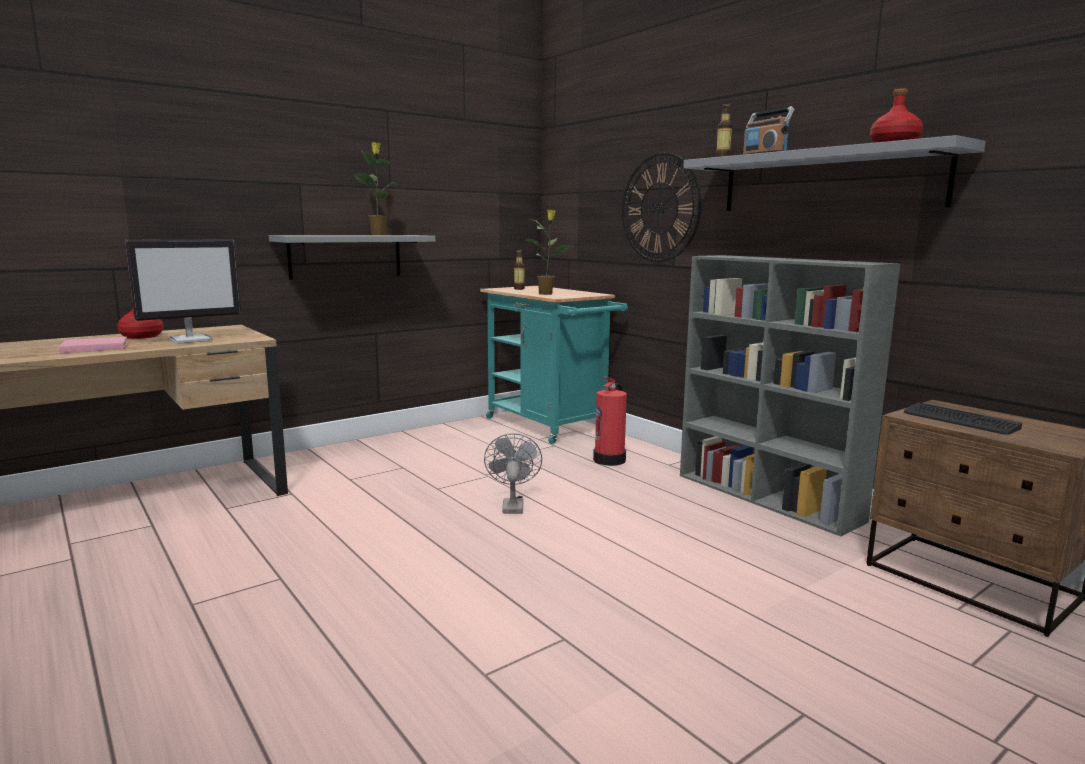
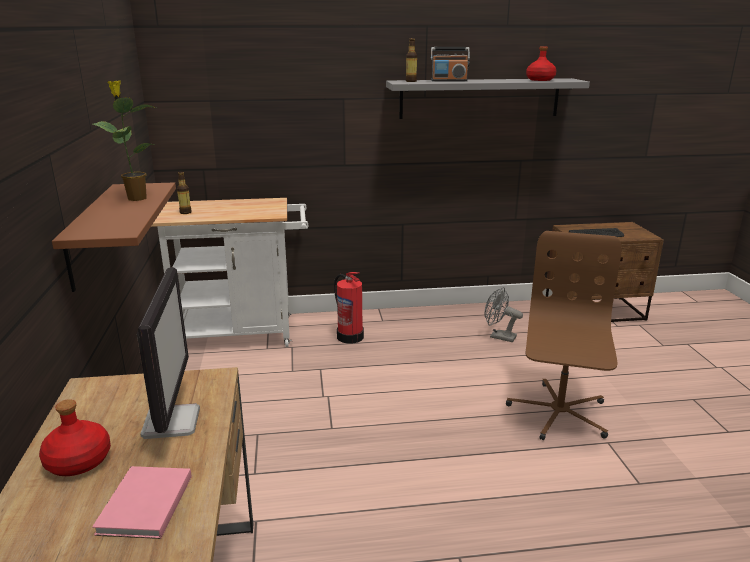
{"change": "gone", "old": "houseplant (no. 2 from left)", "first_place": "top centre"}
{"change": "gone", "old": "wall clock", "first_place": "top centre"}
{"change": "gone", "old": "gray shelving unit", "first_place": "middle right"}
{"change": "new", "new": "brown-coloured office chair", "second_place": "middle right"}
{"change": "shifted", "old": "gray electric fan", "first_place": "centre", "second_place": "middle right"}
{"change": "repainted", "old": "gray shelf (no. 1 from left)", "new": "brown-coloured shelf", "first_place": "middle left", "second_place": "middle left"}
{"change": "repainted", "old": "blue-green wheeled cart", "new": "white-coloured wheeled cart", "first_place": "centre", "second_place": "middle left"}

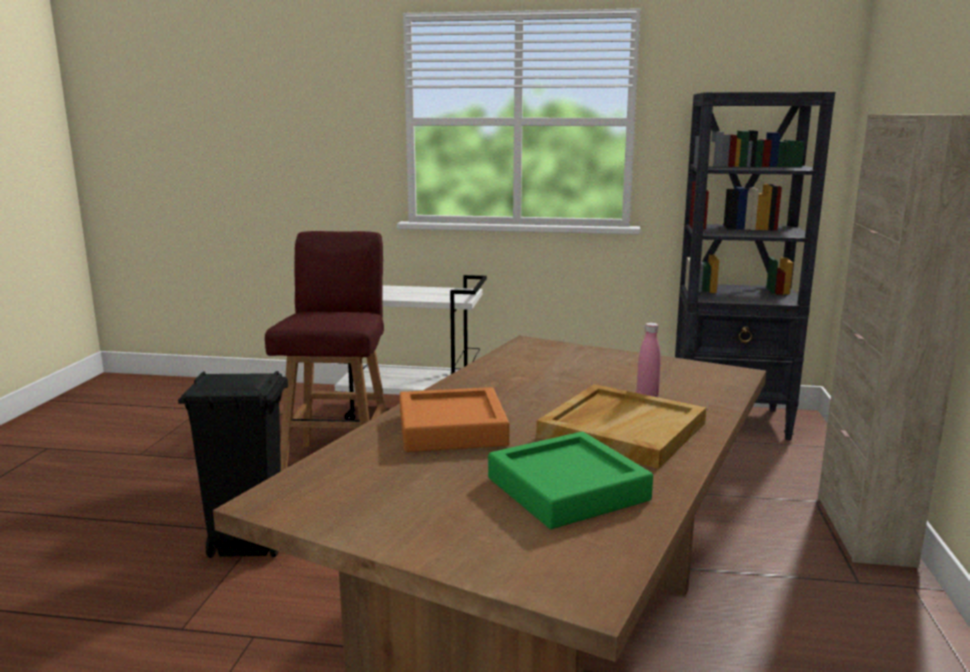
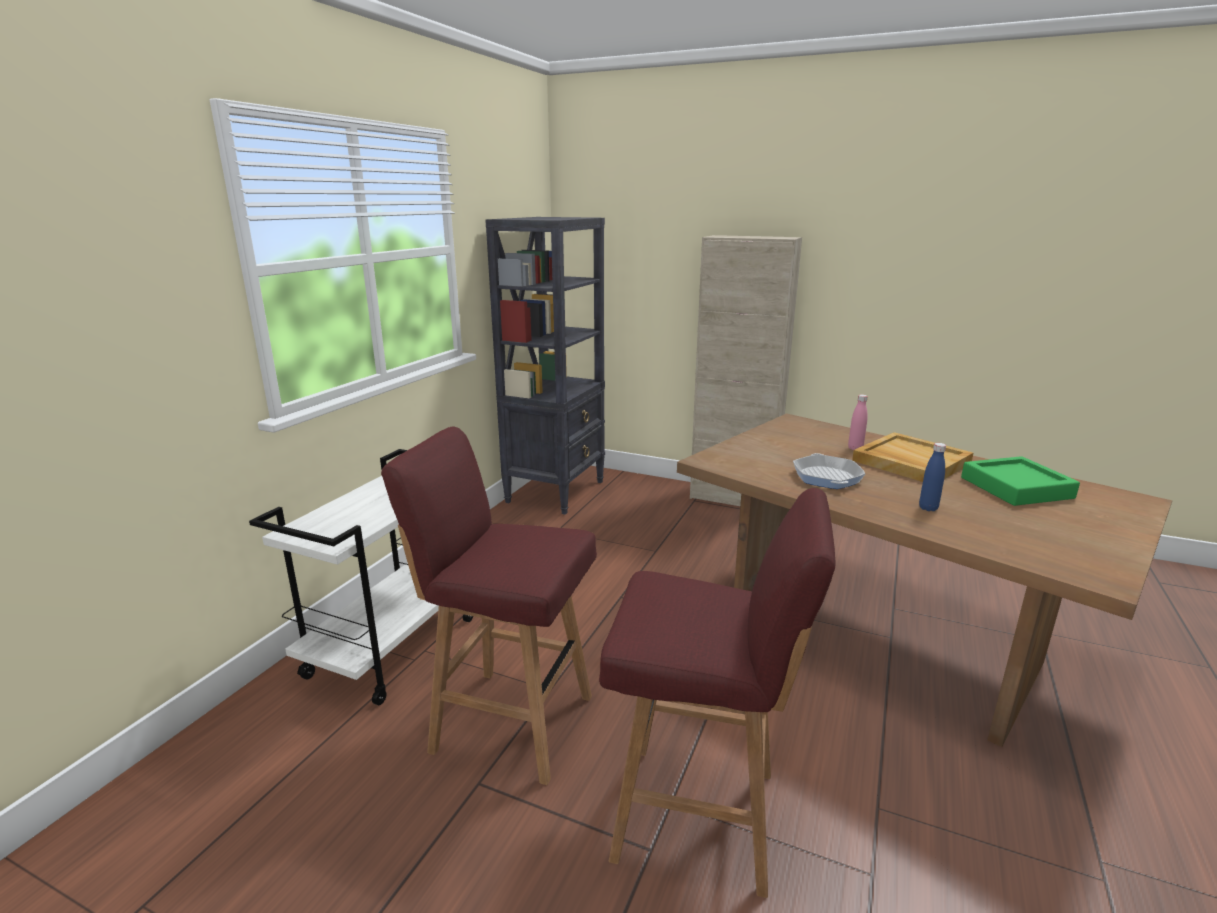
{"change": "new", "new": "pan", "second_place": "middle right"}
{"change": "swapped", "old": "blackish trash can", "new": "reddish stool seat (no. 2 from left)", "first_place": "bottom left", "second_place": "bottom centre"}
{"change": "swapped", "old": "orangey serving tray", "new": "blue bottle", "first_place": "centre", "second_place": "middle right"}

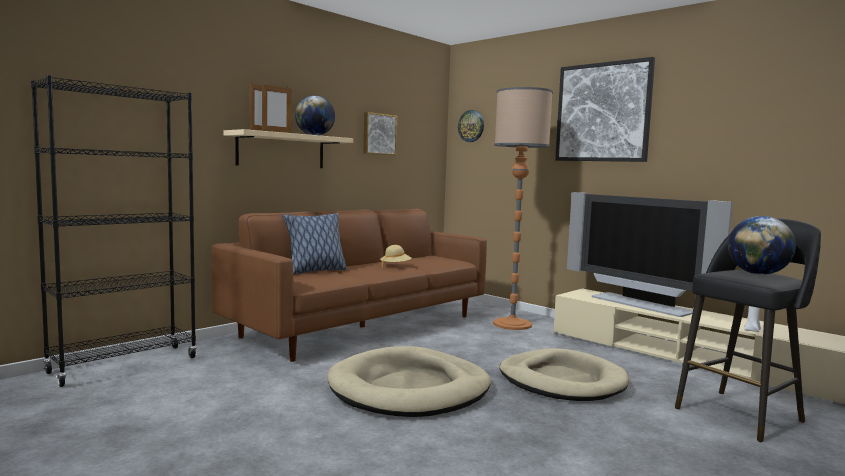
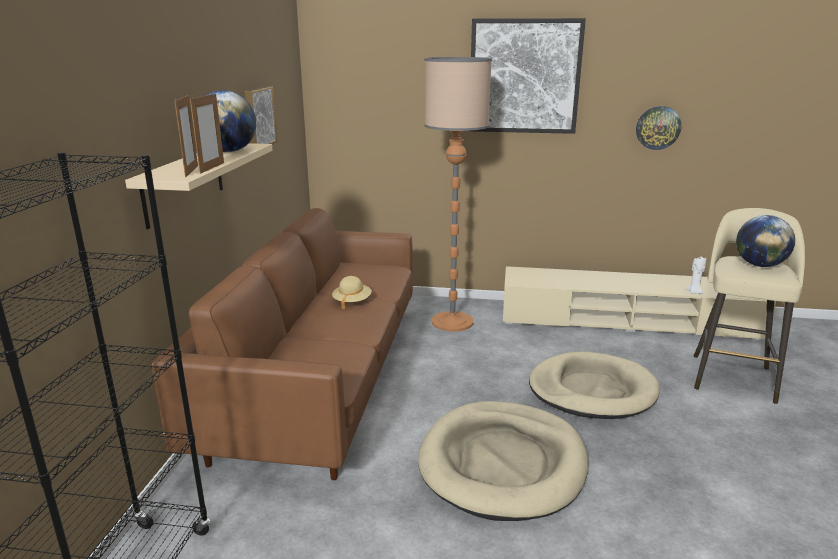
{"change": "gone", "old": "throw pillow", "first_place": "centre"}
{"change": "gone", "old": "television", "first_place": "middle right"}
{"change": "shifted", "old": "wall clock", "first_place": "top centre", "second_place": "top right"}
{"change": "repainted", "old": "blackish stool seat", "new": "sand-coloured stool seat", "first_place": "bottom right", "second_place": "middle right"}

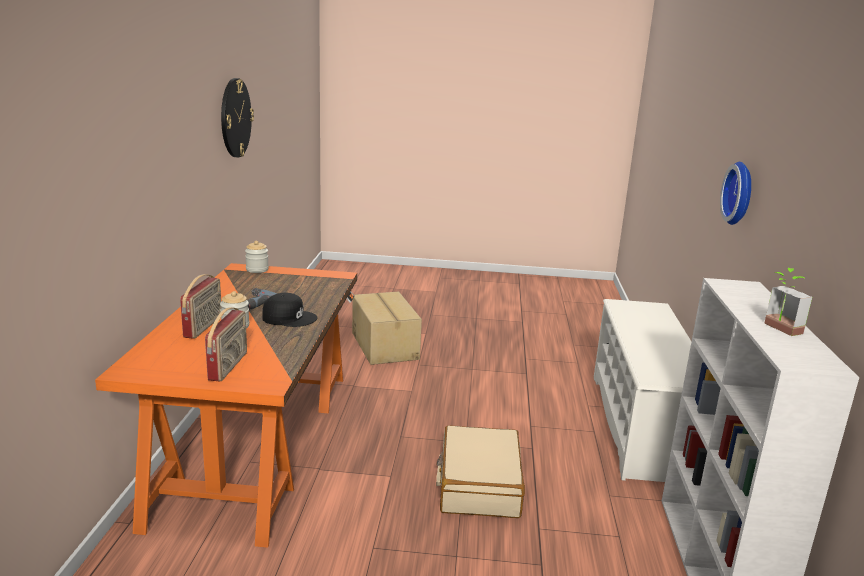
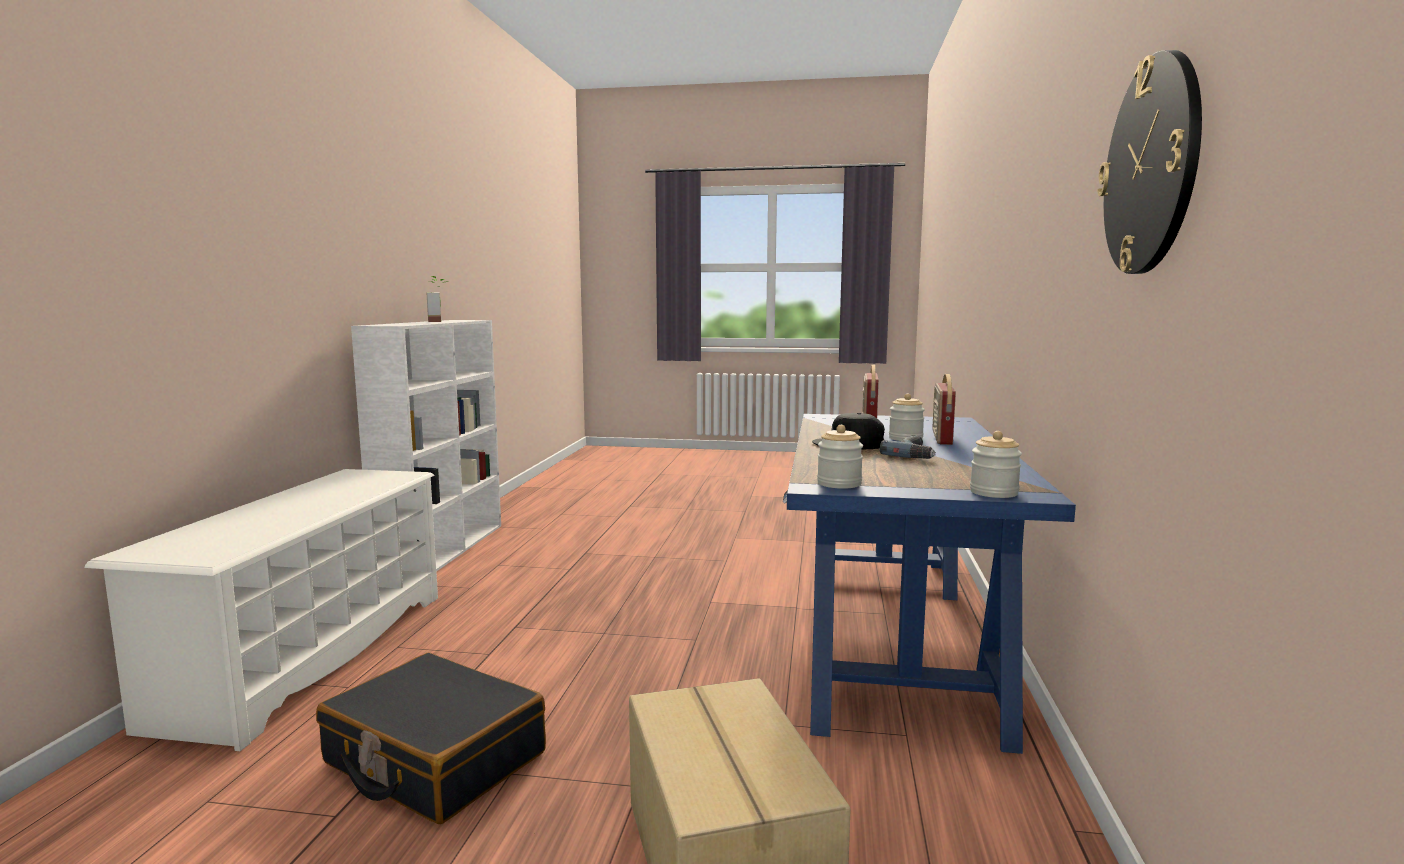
{"change": "gone", "old": "sand-coloured suitcase", "first_place": "bottom centre"}
{"change": "gone", "old": "wall clock (no. 2 from left)", "first_place": "middle right"}
{"change": "new", "new": "blackish suitcase", "second_place": "bottom left"}
{"change": "new", "new": "storage jar (no. 1 from left)", "second_place": "centre"}
{"change": "repainted", "old": "orangey desk unit", "new": "blue desk unit", "first_place": "bottom left", "second_place": "bottom centre"}

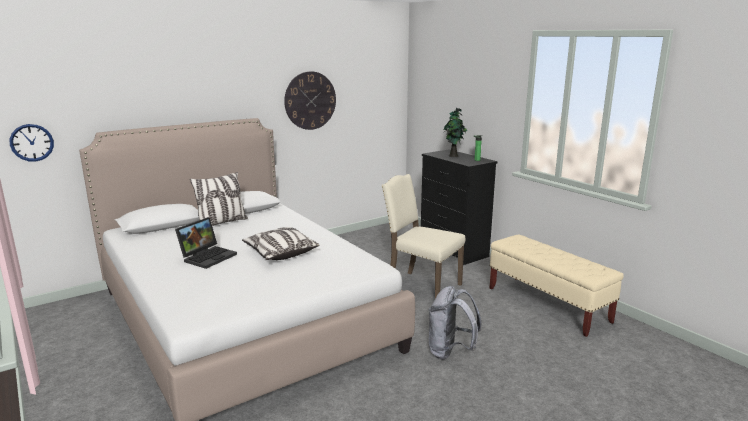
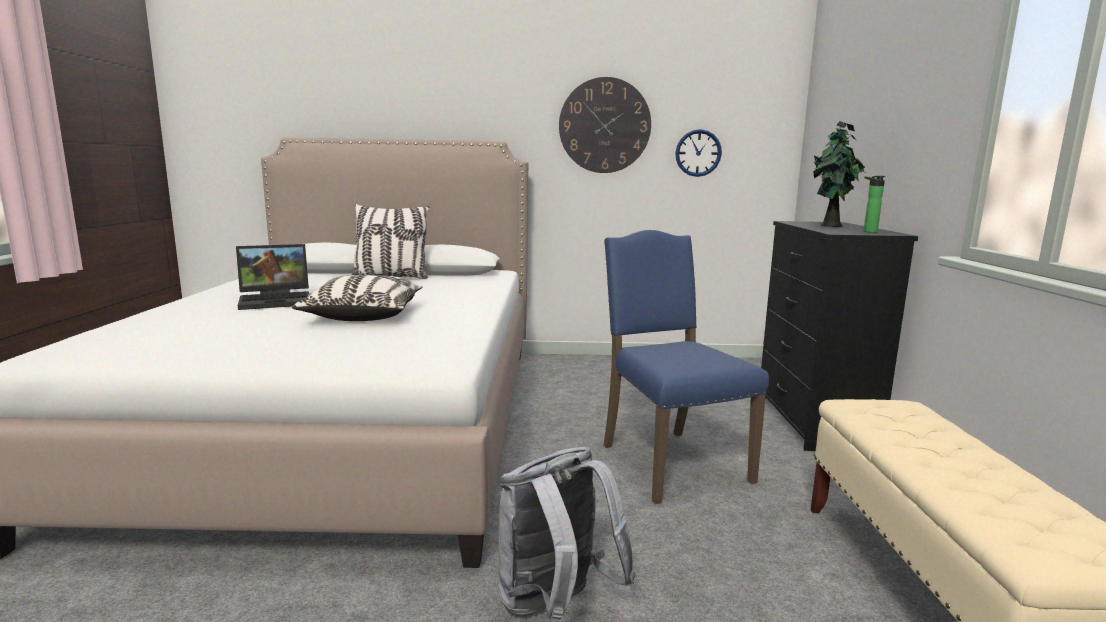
{"change": "shifted", "old": "wall clock (no. 1 from left in the first image)", "new": "wall clock (no. 2 from left)", "first_place": "middle left", "second_place": "top centre"}
{"change": "repainted", "old": "sand-coloured plain chair", "new": "blue plain chair", "first_place": "centre", "second_place": "centre"}

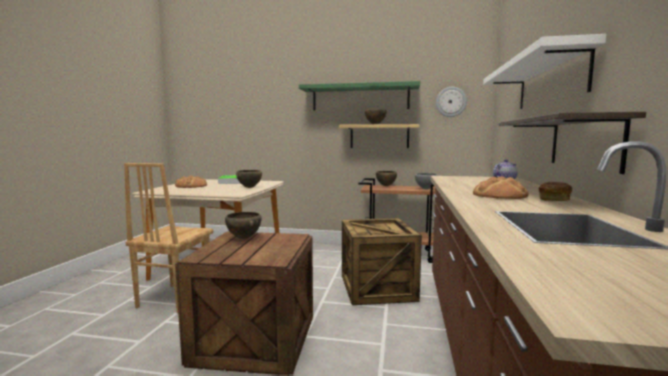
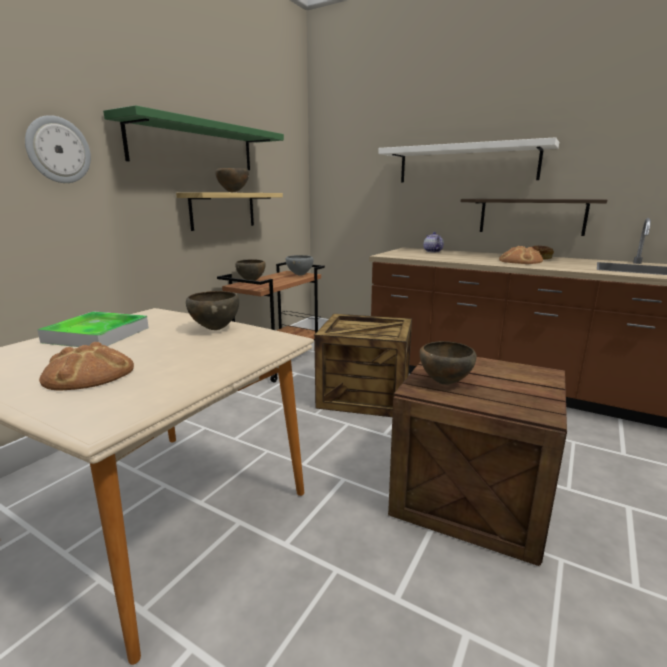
{"change": "gone", "old": "brown-coloured plain chair", "first_place": "middle left"}
{"change": "shifted", "old": "wall clock", "first_place": "top right", "second_place": "top left"}

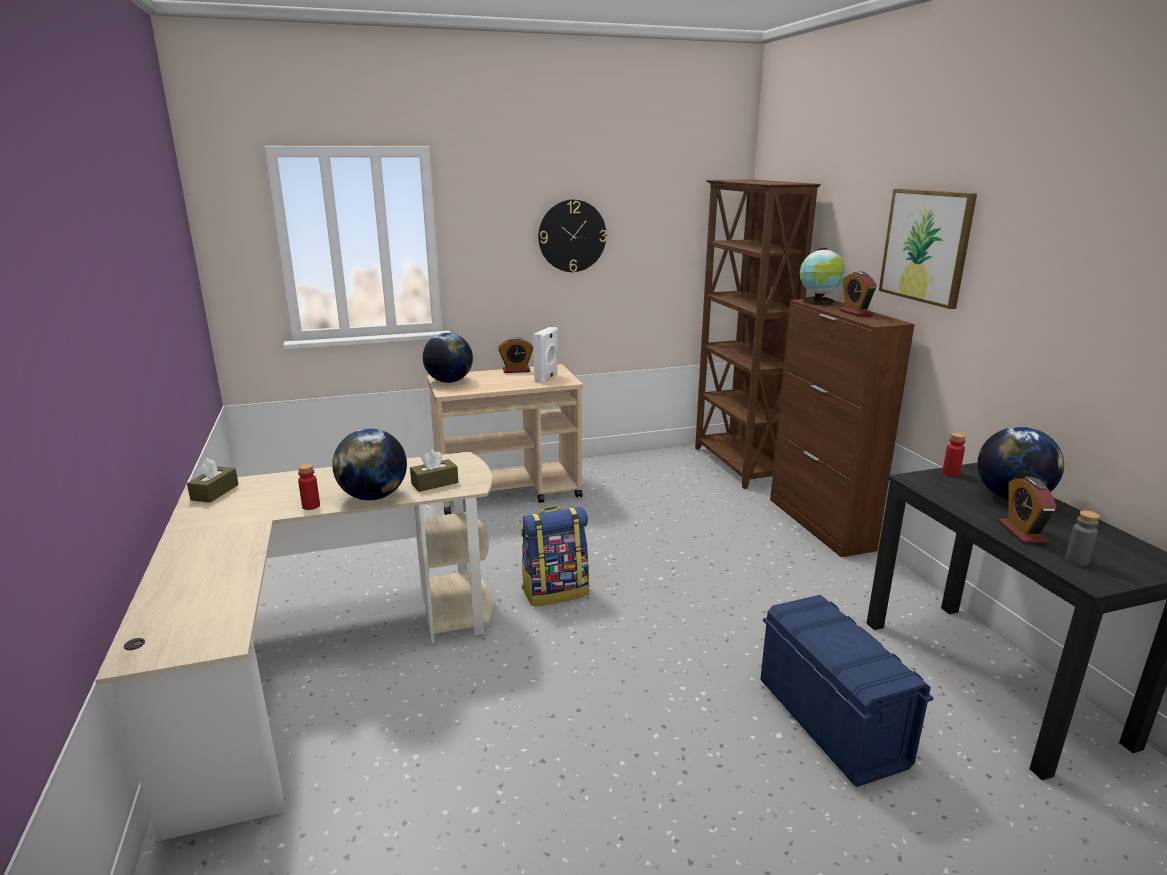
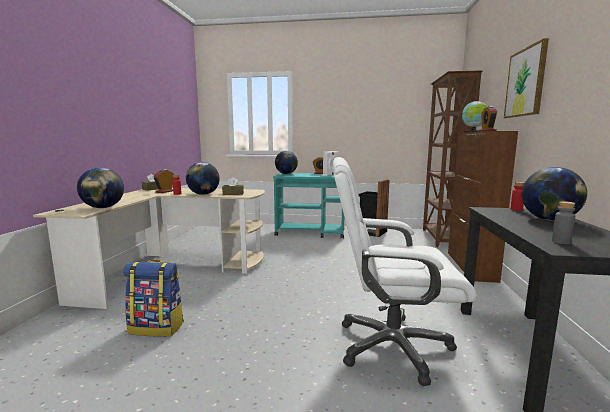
{"change": "gone", "old": "wall clock", "first_place": "top centre"}
{"change": "new", "new": "desk globe (no. 1 from left)", "second_place": "middle left"}
{"change": "new", "new": "blackish trash can", "second_place": "centre"}
{"change": "shifted", "old": "rucksack", "first_place": "centre", "second_place": "bottom left"}
{"change": "shifted", "old": "bedside clock (no. 3 from left in the first image)", "new": "bedside clock (no. 1 from left)", "first_place": "middle right", "second_place": "middle left"}
{"change": "swapped", "old": "blue storage container", "new": "white-coloured office chair", "first_place": "bottom right", "second_place": "centre"}
{"change": "repainted", "old": "sand-coloured wheeled cart", "new": "blue-green wheeled cart", "first_place": "centre", "second_place": "centre"}

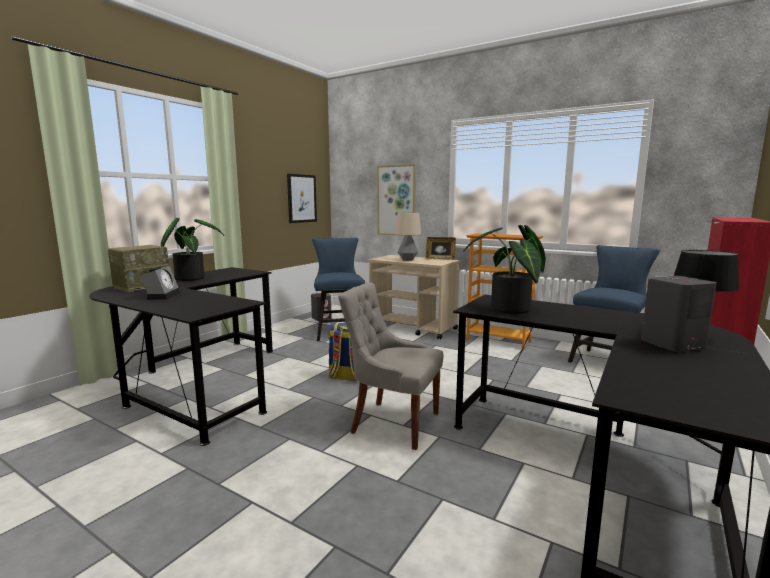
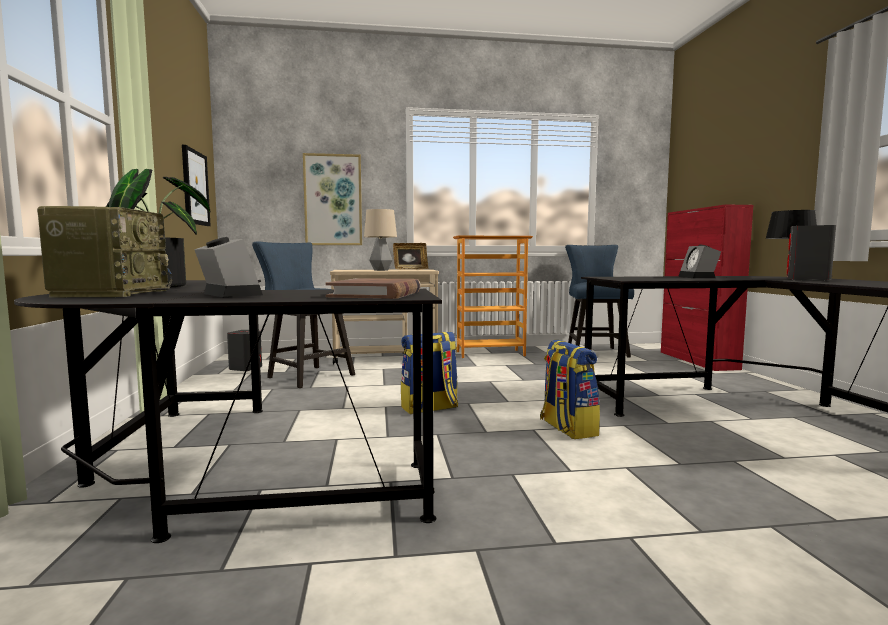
{"change": "gone", "old": "houseplant (no. 2 from left)", "first_place": "centre"}
{"change": "new", "new": "brown-coloured bound book", "second_place": "centre"}
{"change": "new", "new": "bedside clock (no. 2 from left)", "second_place": "middle right"}
{"change": "swapped", "old": "gray plain chair", "new": "rucksack (no. 2 from left)", "first_place": "centre", "second_place": "centre"}

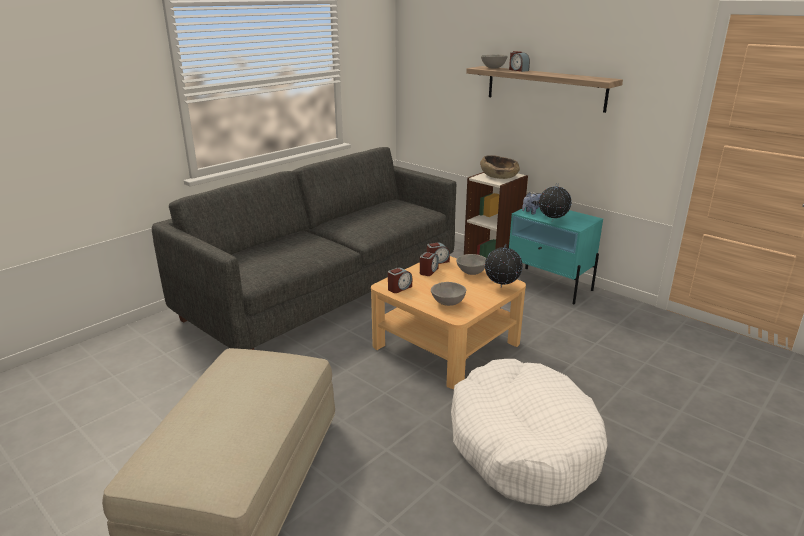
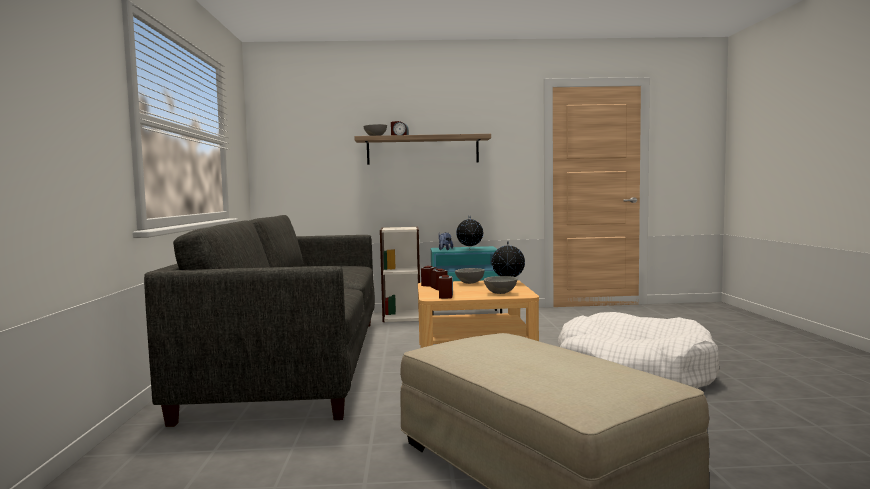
{"change": "gone", "old": "brown-coloured deep dish", "first_place": "top centre"}

